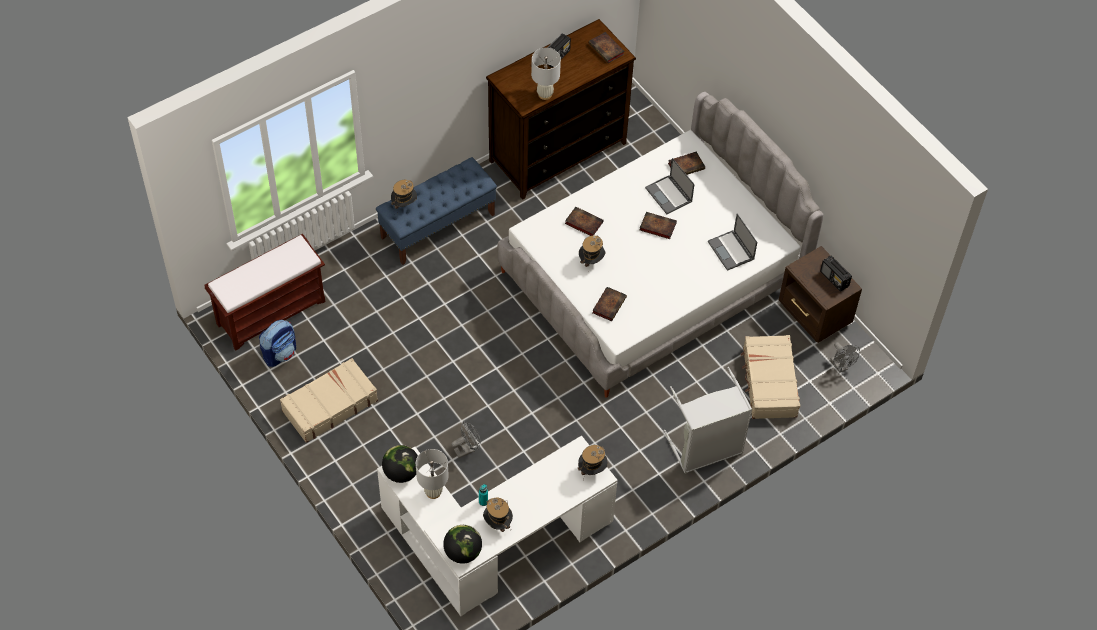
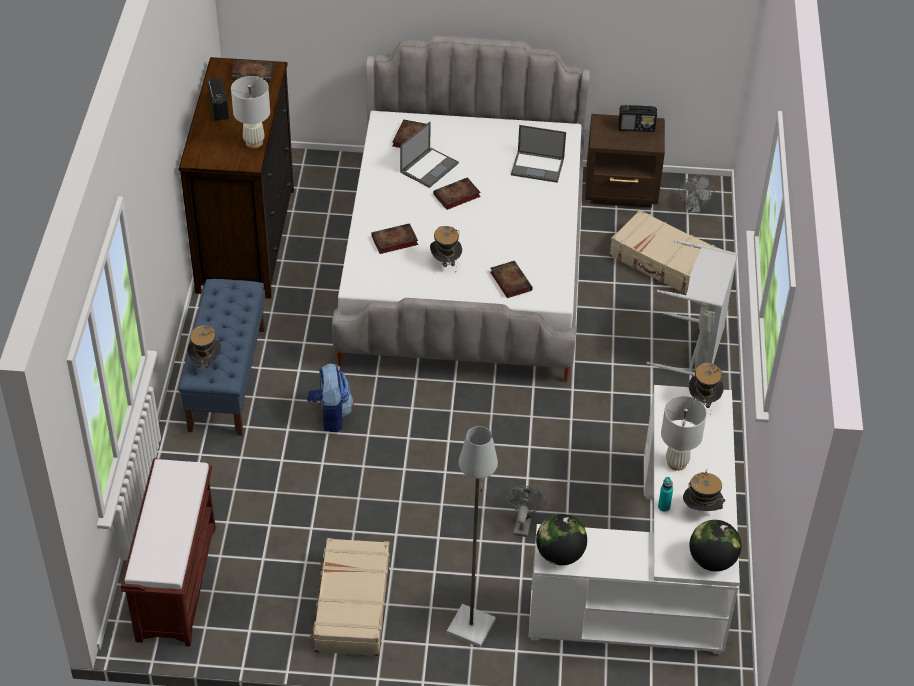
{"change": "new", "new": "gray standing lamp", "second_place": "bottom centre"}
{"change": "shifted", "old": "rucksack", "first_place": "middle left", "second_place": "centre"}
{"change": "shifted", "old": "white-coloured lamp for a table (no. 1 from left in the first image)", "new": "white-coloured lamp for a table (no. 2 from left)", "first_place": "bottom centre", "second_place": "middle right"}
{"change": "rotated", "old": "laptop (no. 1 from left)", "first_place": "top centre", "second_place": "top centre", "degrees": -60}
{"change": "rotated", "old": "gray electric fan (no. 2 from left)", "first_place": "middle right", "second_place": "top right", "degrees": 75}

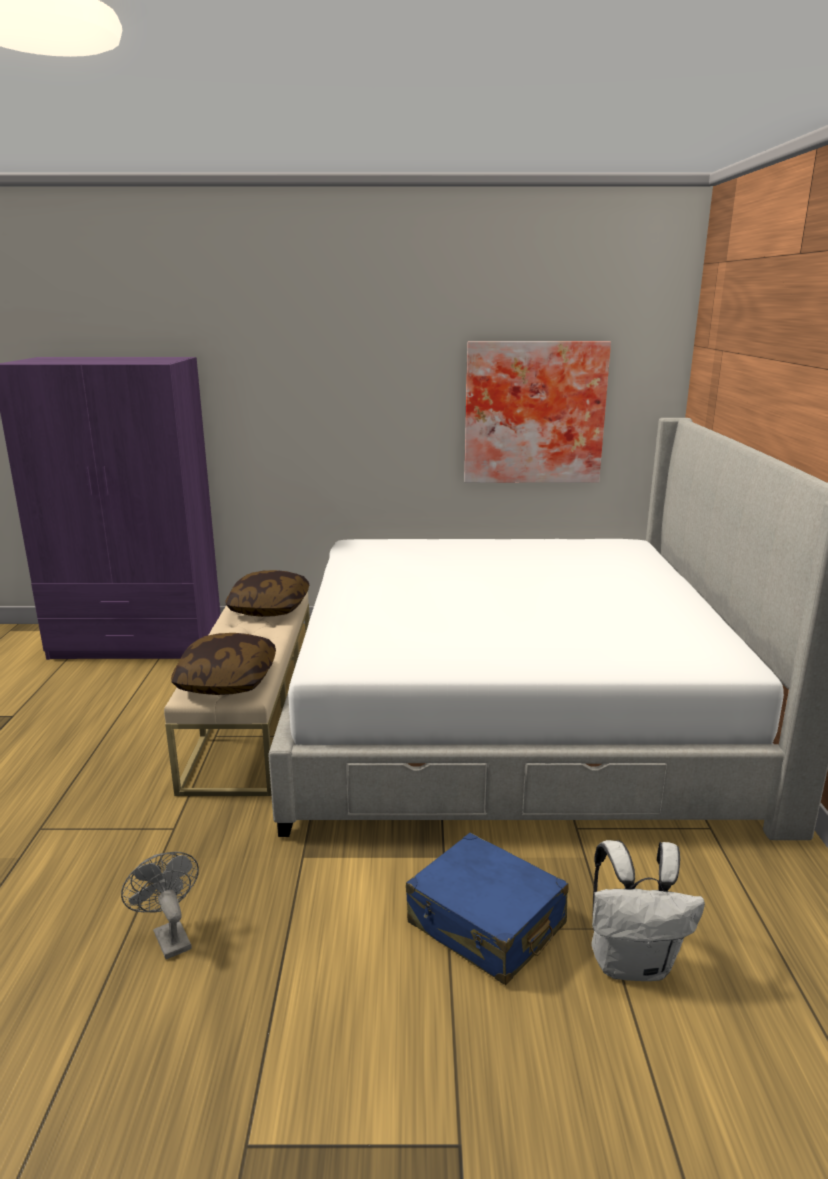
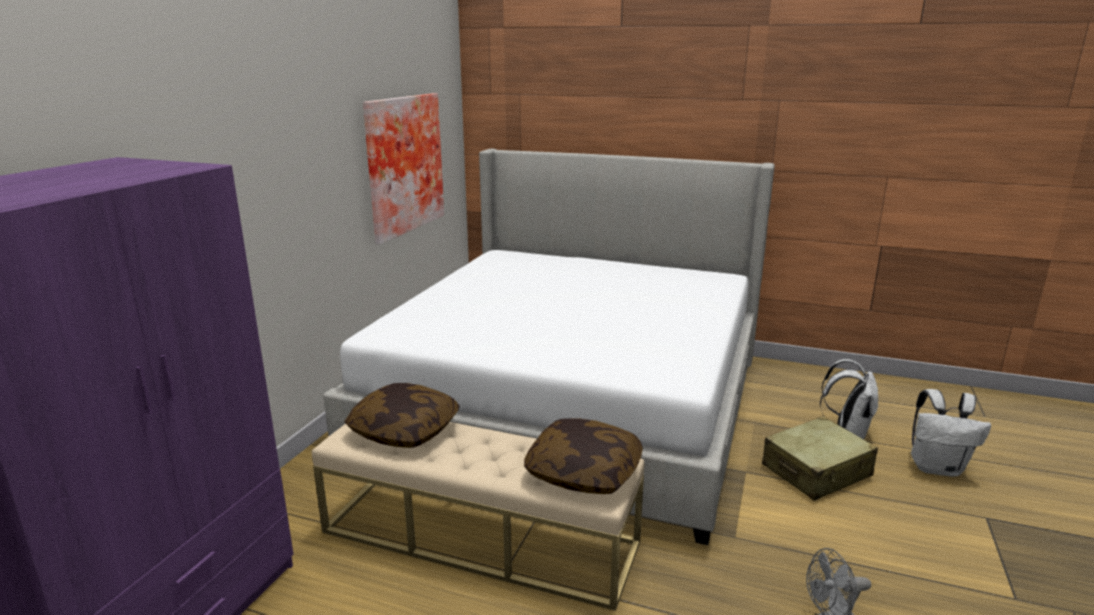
{"change": "new", "new": "white-coloured rucksack (no. 2 from left)", "second_place": "bottom right"}
{"change": "repainted", "old": "blue suitcase", "new": "sand-coloured suitcase", "first_place": "bottom centre", "second_place": "bottom right"}

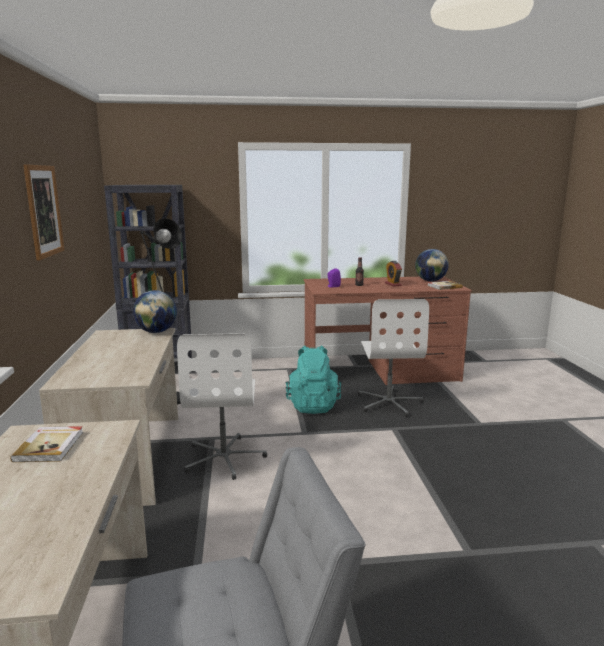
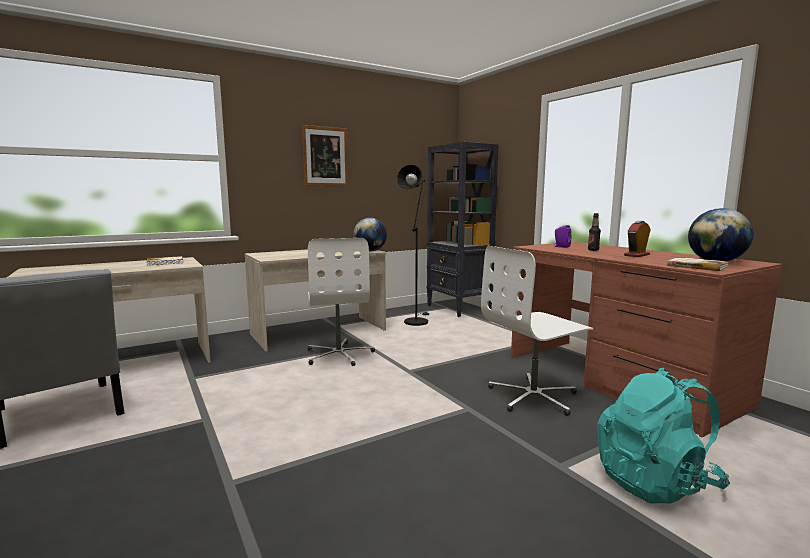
{"change": "shifted", "old": "blue-green rucksack", "first_place": "centre", "second_place": "bottom right"}
{"change": "rotated", "old": "white-coloured office chair (no. 1 from left)", "first_place": "centre", "second_place": "centre", "degrees": -75}

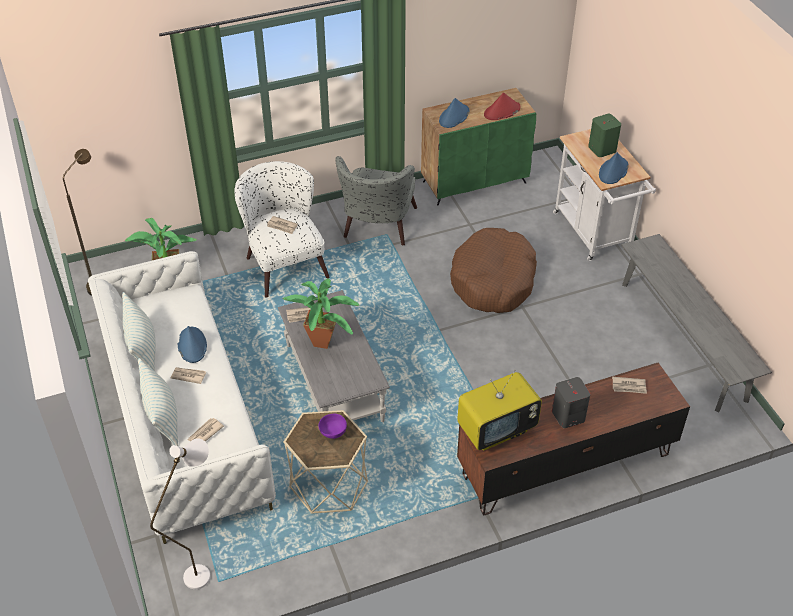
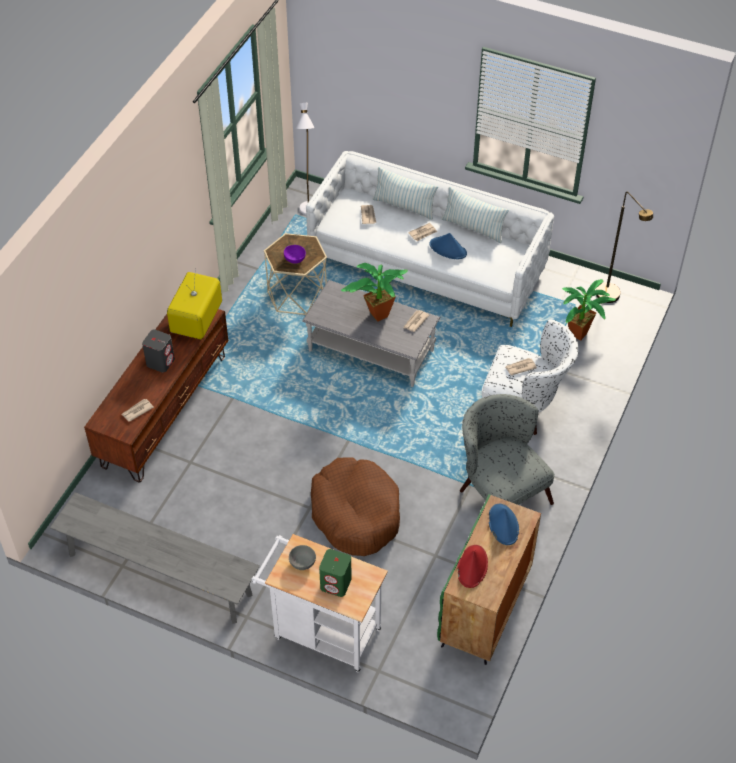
{"change": "swapped", "old": "blue clothing hat (no. 3 from left)", "new": "gray deep dish", "first_place": "top right", "second_place": "bottom centre"}

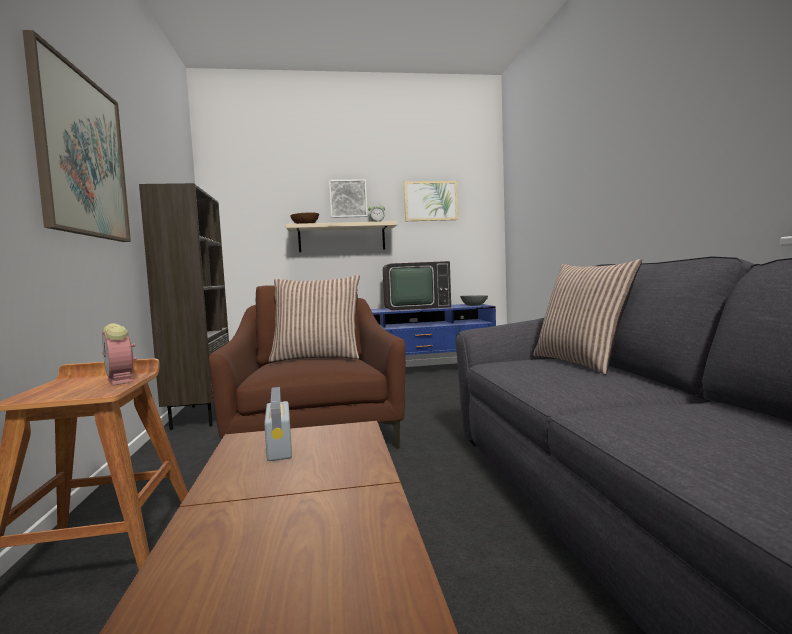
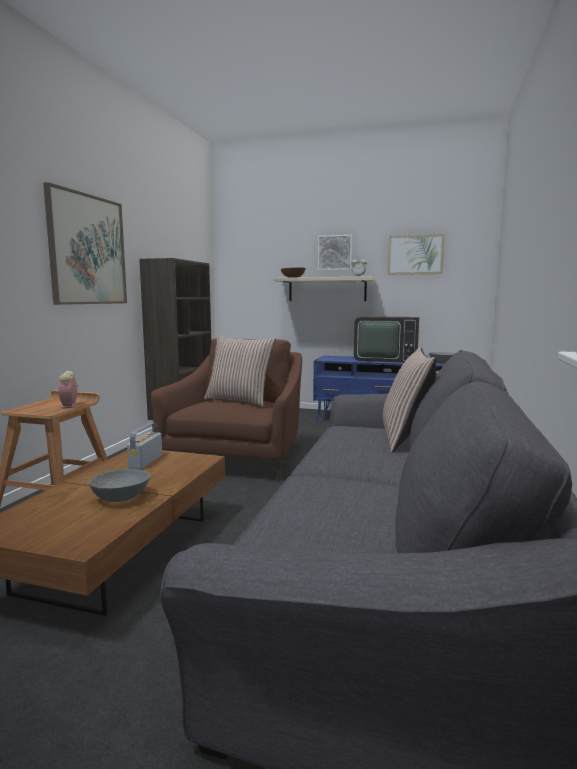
{"change": "new", "new": "gray deep dish (no. 1 from left)", "second_place": "middle left"}

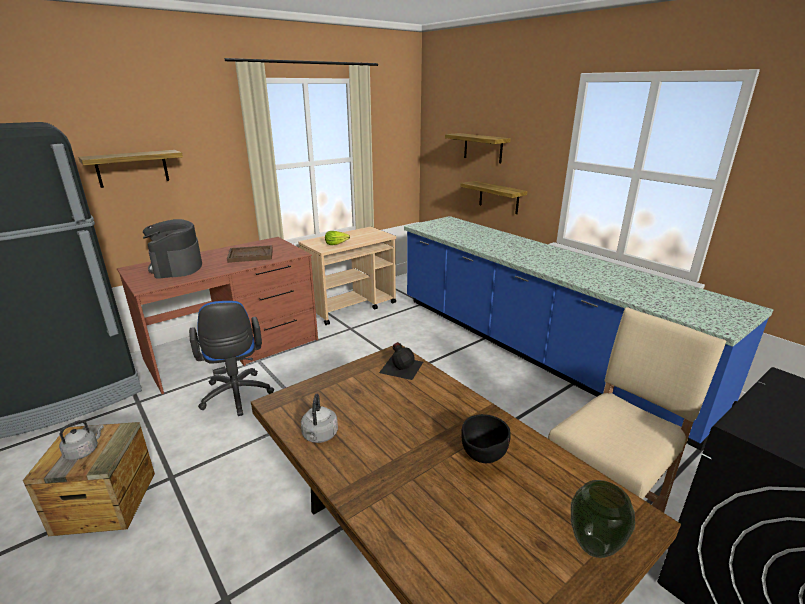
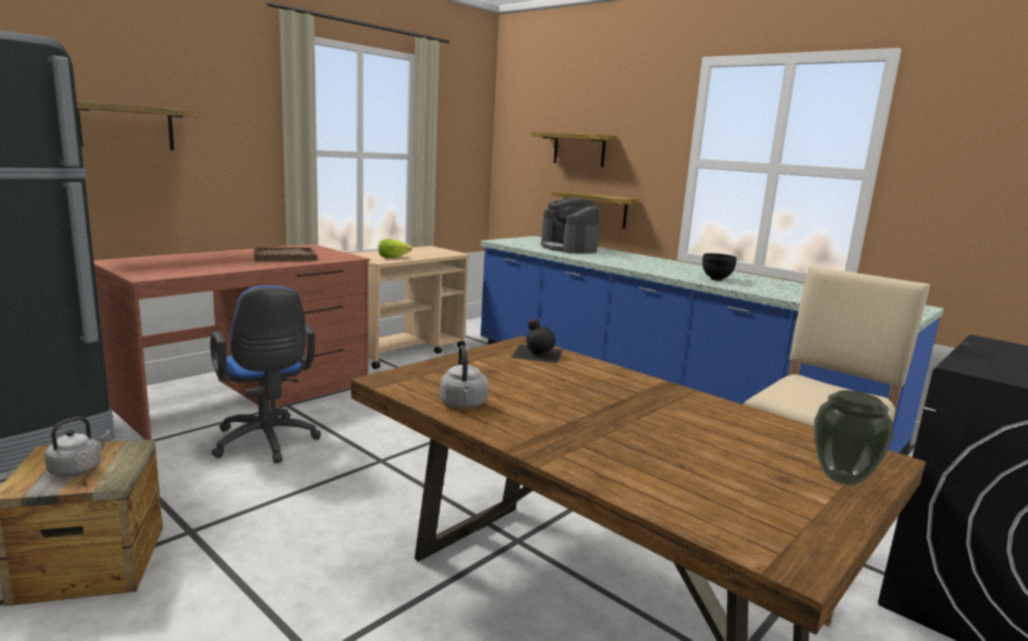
{"change": "shifted", "old": "coffee maker", "first_place": "middle left", "second_place": "centre"}
{"change": "shifted", "old": "blackish deep dish", "first_place": "bottom centre", "second_place": "middle right"}

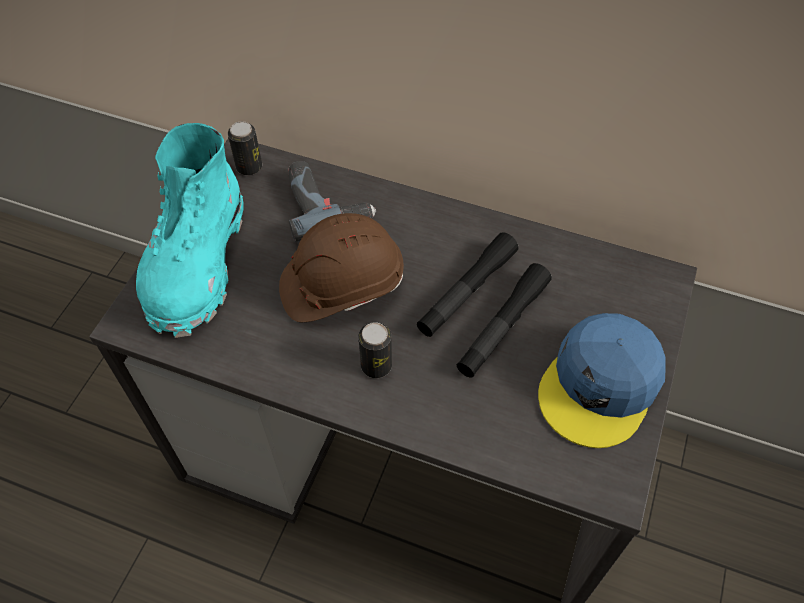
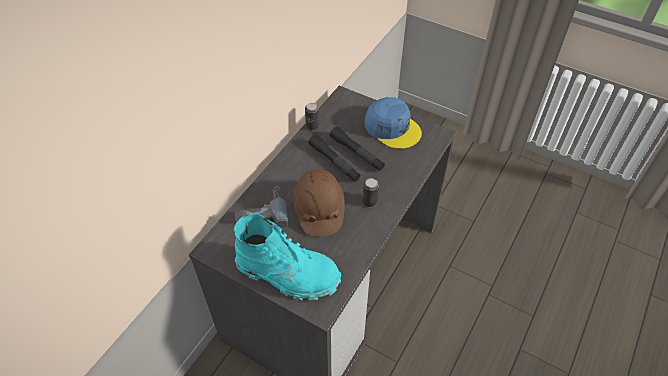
{"change": "shifted", "old": "sealed can (no. 1 from left)", "first_place": "top left", "second_place": "top centre"}

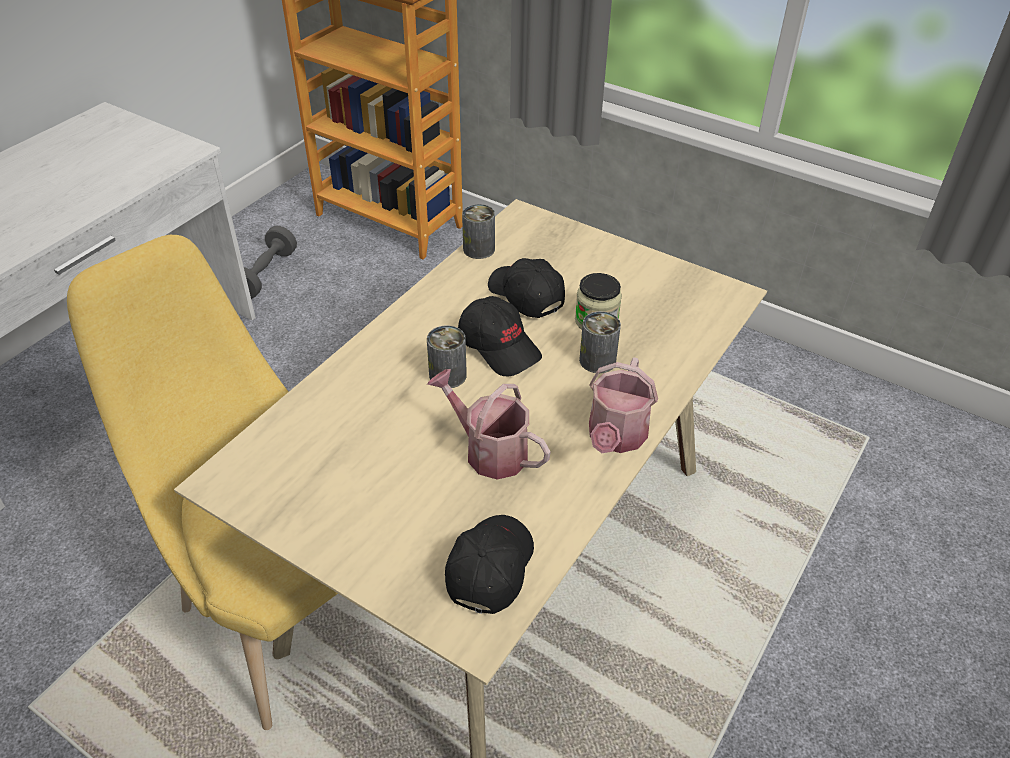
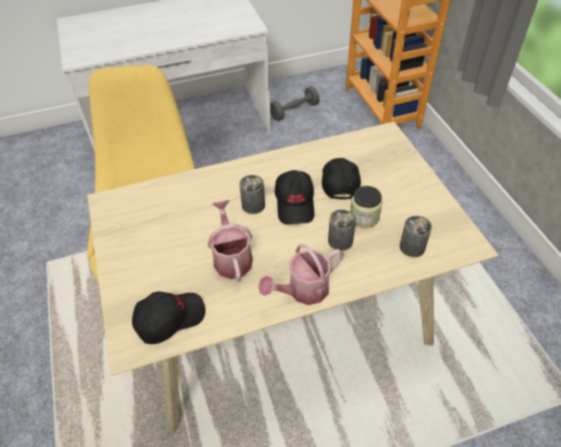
{"change": "shifted", "old": "sealed can (no. 2 from left in the first image)", "new": "sealed can (no. 3 from left)", "first_place": "top centre", "second_place": "middle right"}

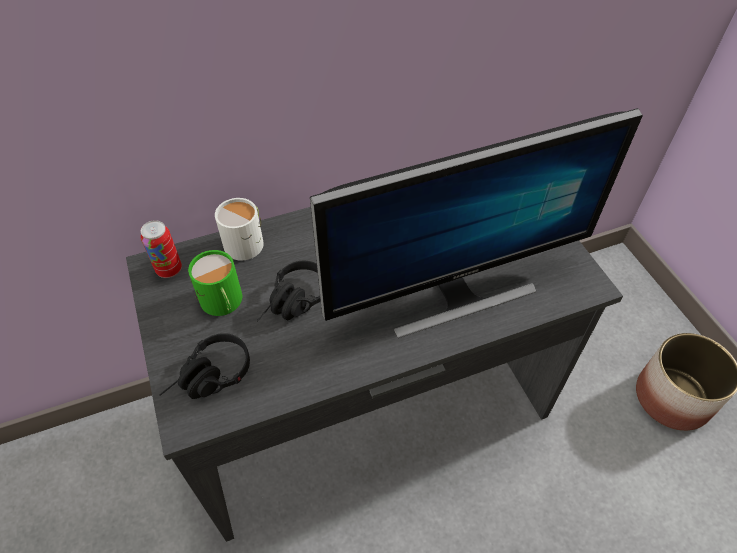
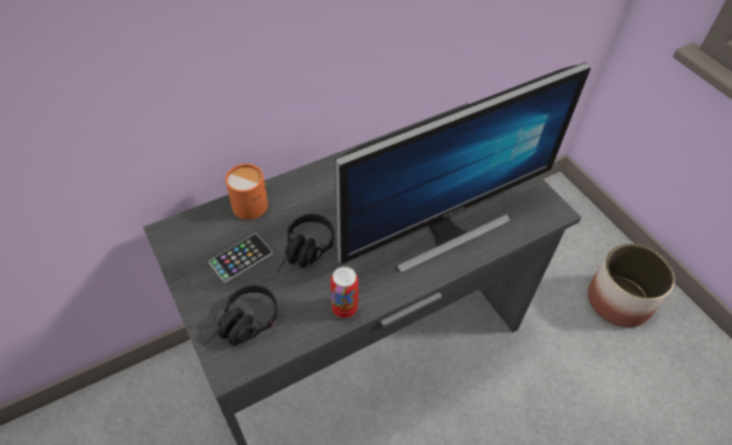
{"change": "shifted", "old": "sealed can", "first_place": "middle left", "second_place": "centre"}
{"change": "swapped", "old": "green-coloured tea mug", "new": "telephone", "first_place": "middle left", "second_place": "middle left"}
{"change": "repainted", "old": "white-coloured tea mug", "new": "orangey tea mug", "first_place": "middle left", "second_place": "centre"}

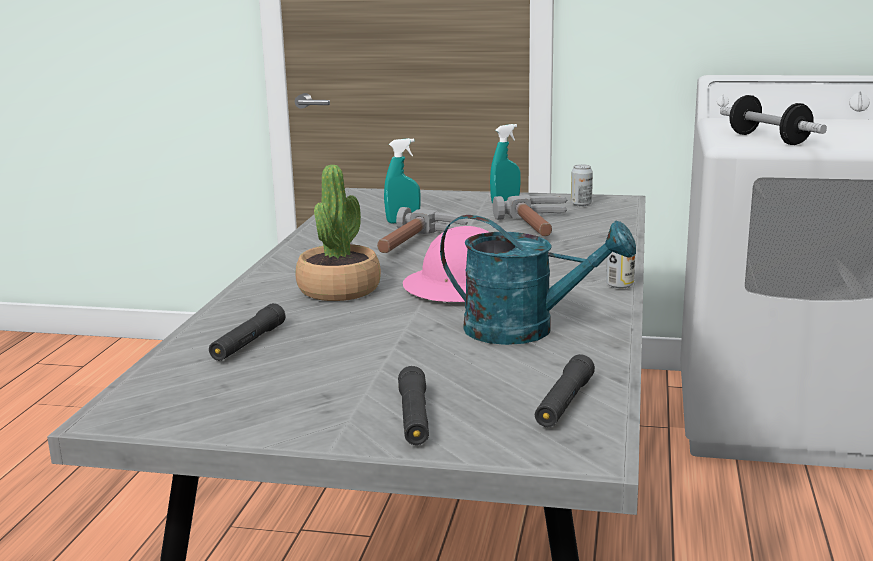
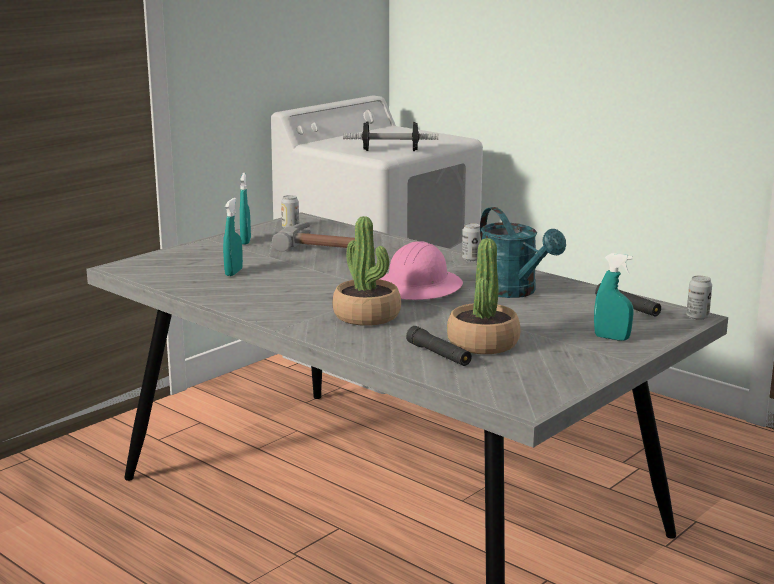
{"change": "gone", "old": "tool hammer (no. 1 from left)", "first_place": "centre"}
{"change": "new", "new": "houseplant (no. 2 from left)", "second_place": "centre"}
{"change": "new", "new": "sealed can (no. 3 from left)", "second_place": "middle right"}
{"change": "swapped", "old": "blackish torch (no. 2 from left)", "new": "blue-green sprayer (no. 3 from left)", "first_place": "bottom centre", "second_place": "middle right"}
{"change": "rotated", "old": "blue-green watering pot", "first_place": "centre", "second_place": "middle right", "degrees": 105}

